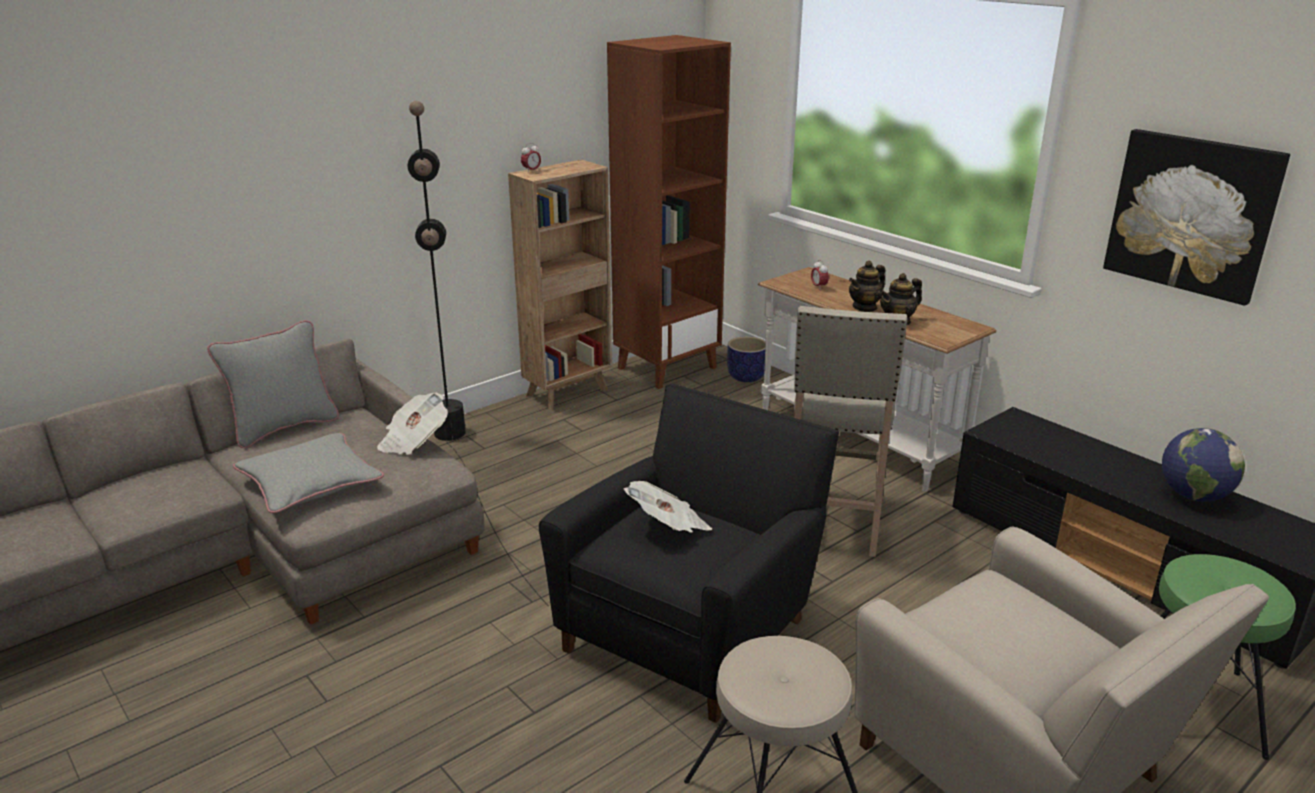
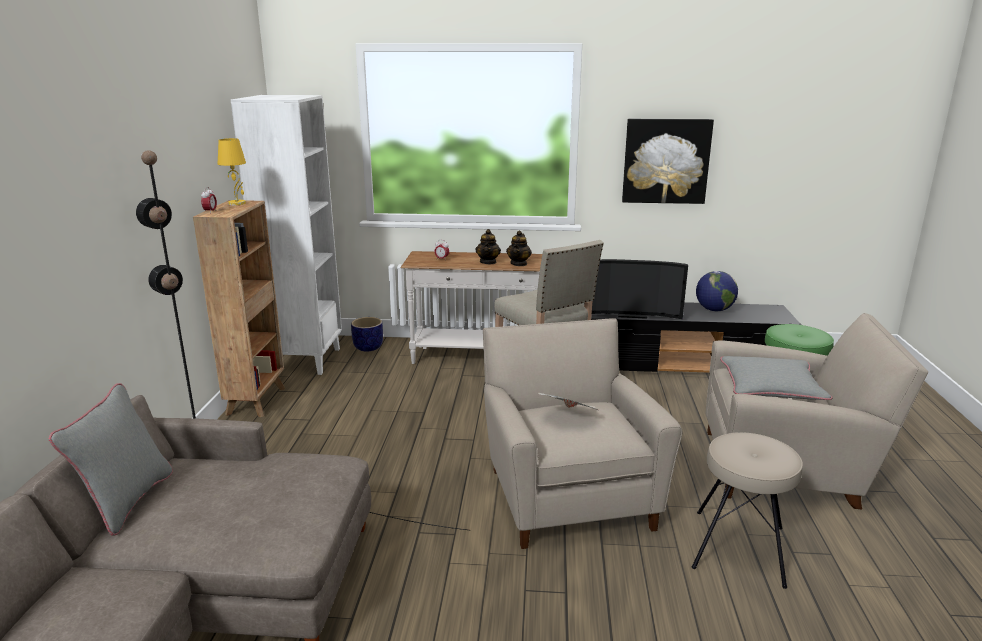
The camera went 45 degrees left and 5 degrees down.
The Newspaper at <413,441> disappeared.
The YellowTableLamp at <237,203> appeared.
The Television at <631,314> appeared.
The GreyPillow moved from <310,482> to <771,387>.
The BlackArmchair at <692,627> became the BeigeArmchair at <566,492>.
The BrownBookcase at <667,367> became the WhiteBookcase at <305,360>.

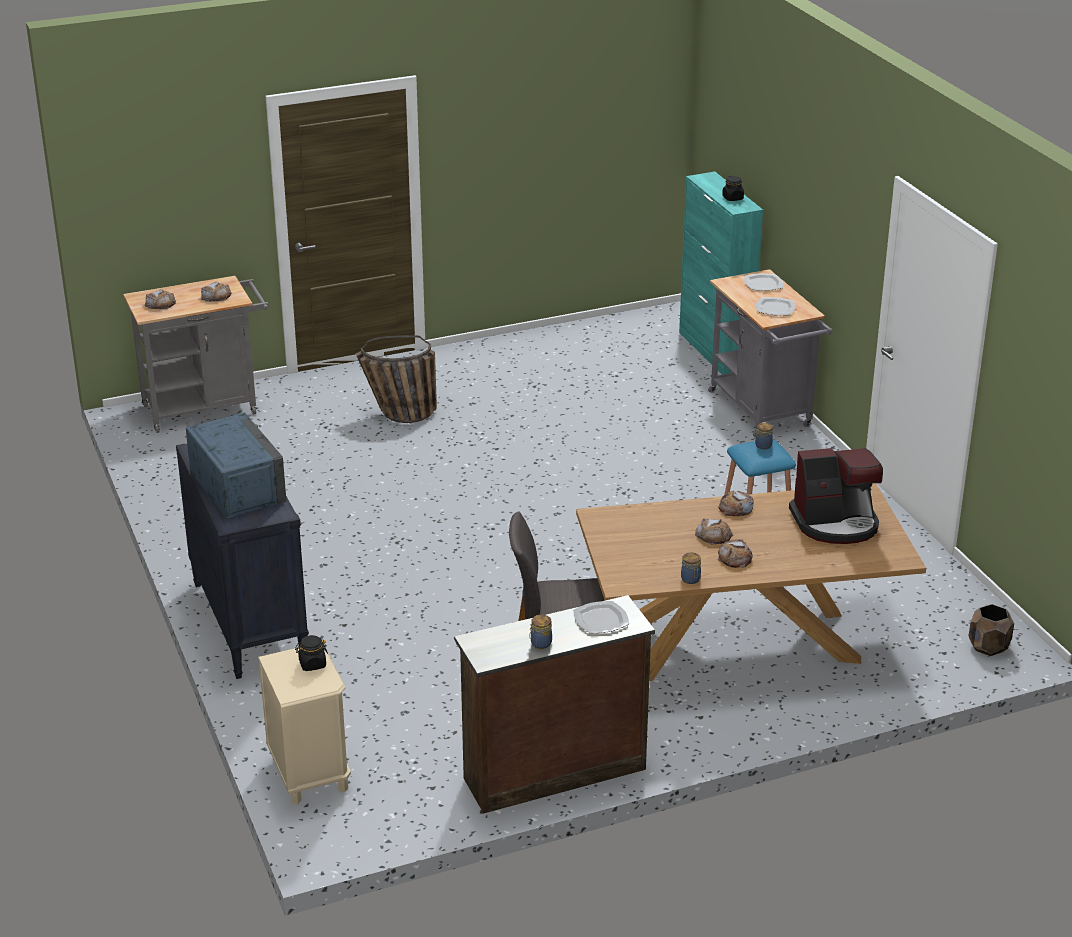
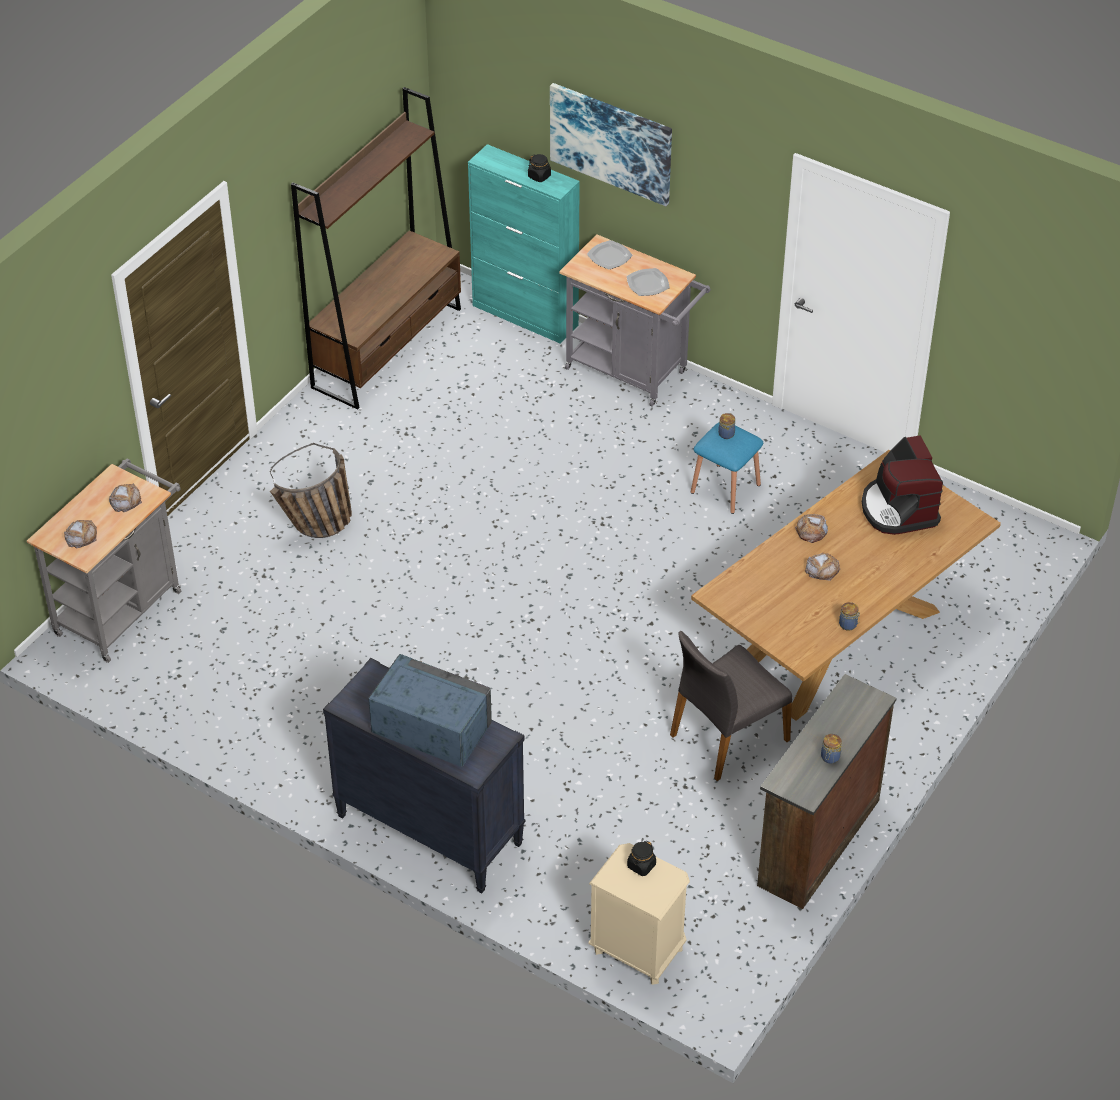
The camera went 35 degrees left and 15 degrees up.
The Plate at <601,619> disappeared.
The Bread at <735,558> disappeared.
The BrownPlanter at <988,647> disappeared.
The BrownBookcase at <387,347> appeared.
The Picture at <611,142> appeared.
The CoffeeMachine at <836,523> turned 120 degrees clockwise.

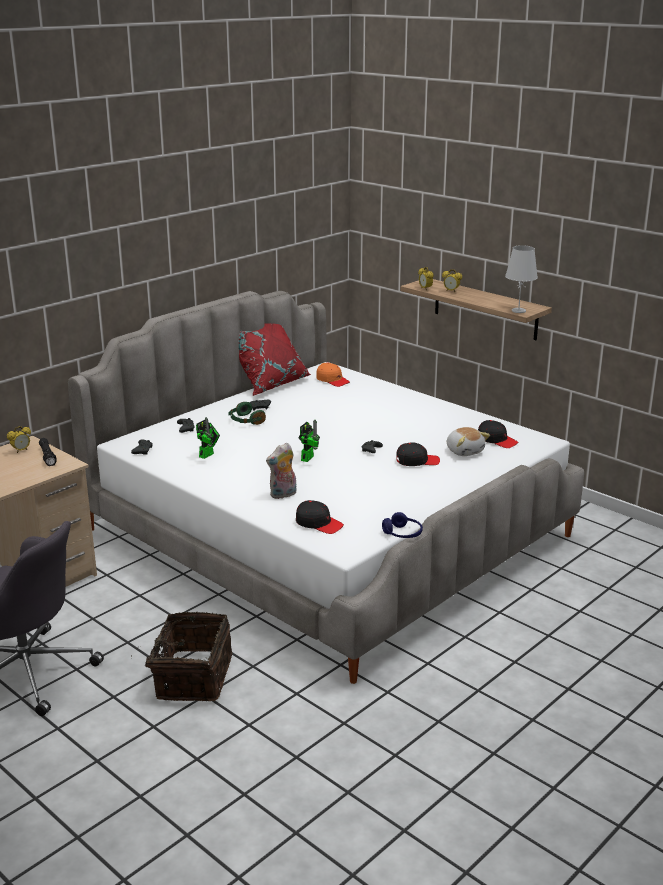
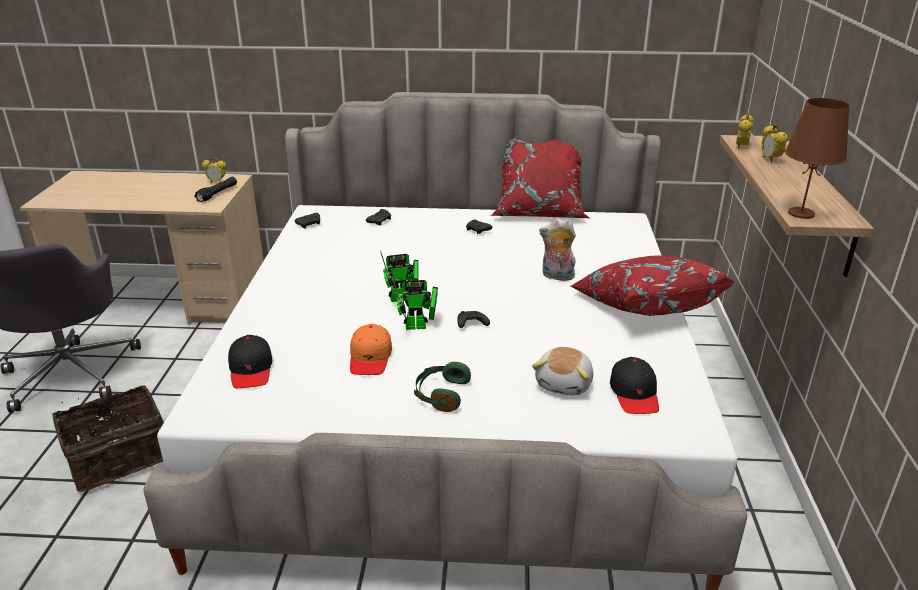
The camera went 50 degrees right and 5 degrees up.
The BlueHeadphones at <402,534> disappeared.
The BlackCap at <417,461> disappeared.
The RedPillow at <644,307> appeared.
The ToyRobot moved from <208,454> to <419,326>.
The GreenHeadphones moved from <245,421> to <441,394>.
The PlushToy moved from <283,495> to <556,276>.
The OrangeCap moved from <332,380> to <370,358>.
The WhiteTableLamp at <518,310> became the BrownTableLamp at <801,213>.

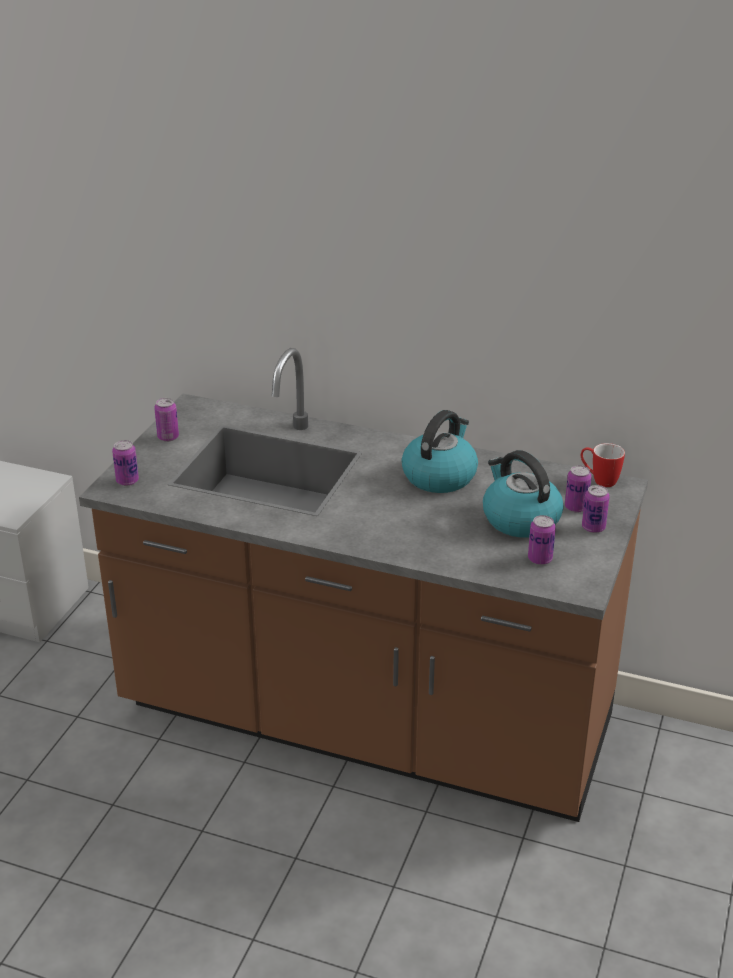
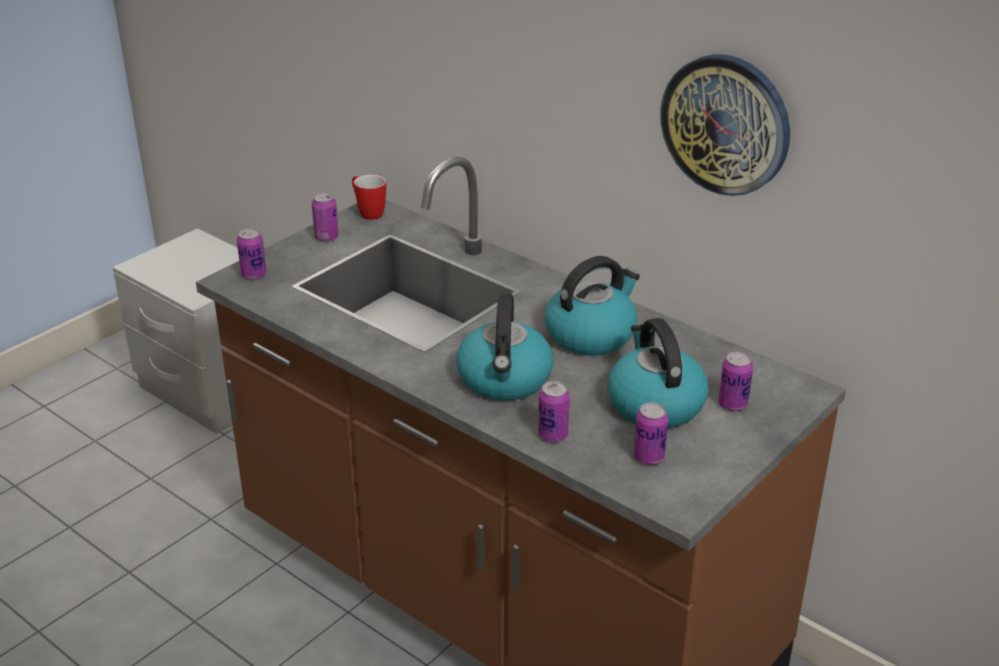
The camera went 20 degrees right and 0 degrees up.
The Kettle at <505,380> appeared.
The WallClock at <726,124> appeared.
The Mug moved from <599,480> to <368,212>.
The Can moved from <593,528> to <553,435>.

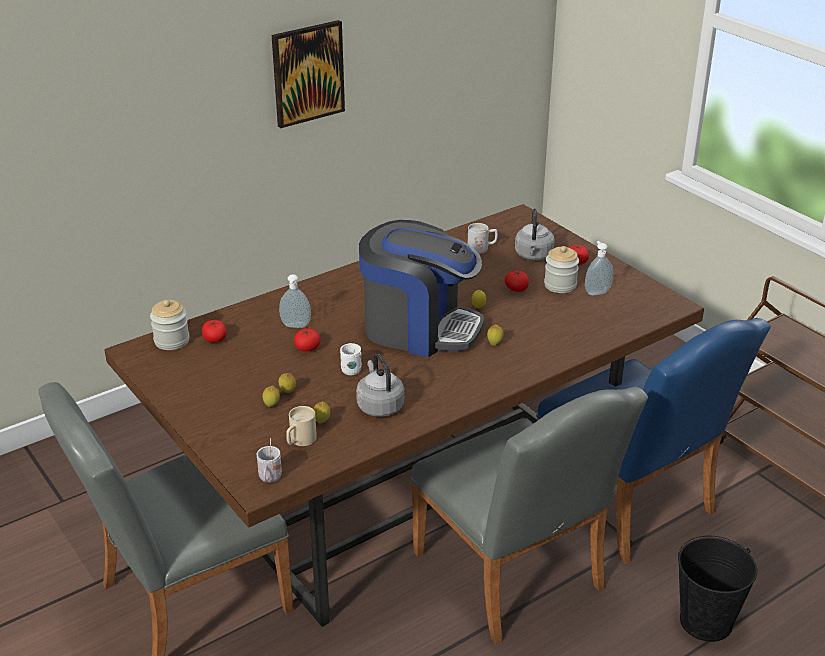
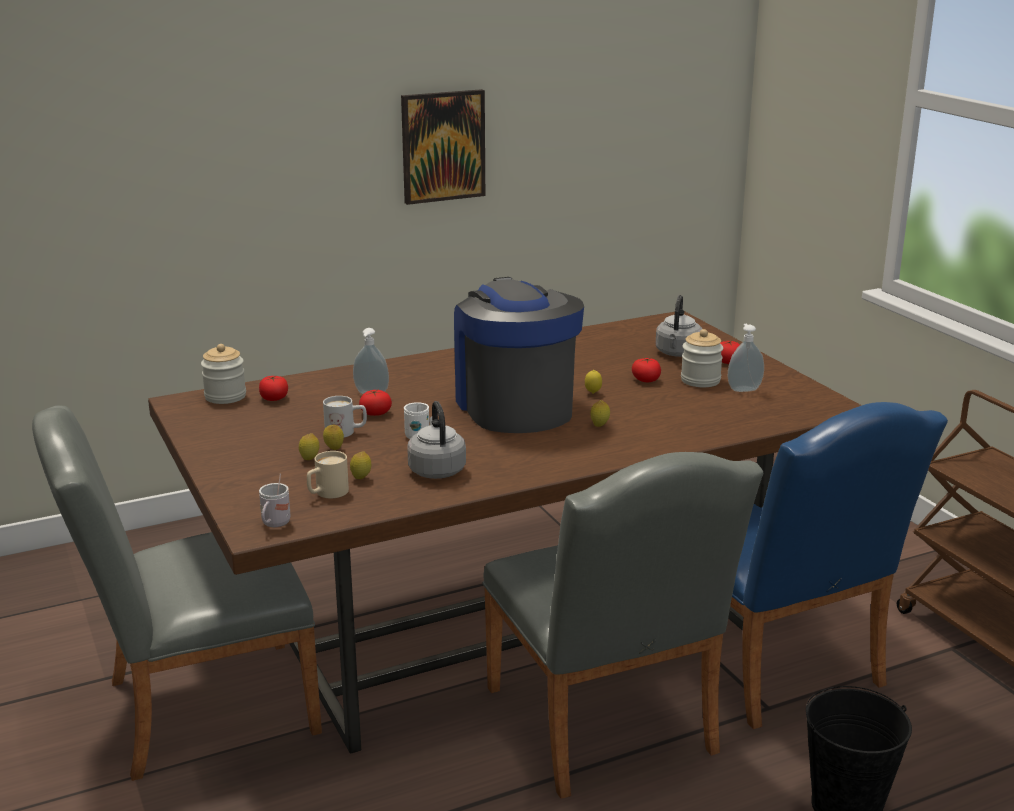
The camera went 10 degrees right and 10 degrees down.
The WhiteMug moved from <482,248> to <346,432>.
The CoffeeMachine at <419,328> turned 135 degrees counterclockwise.

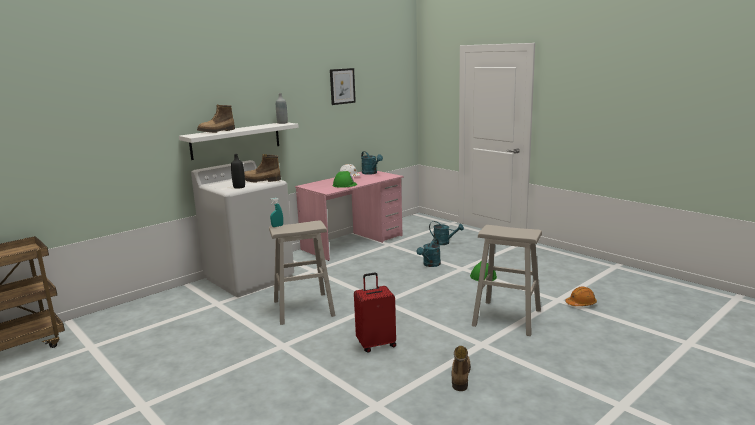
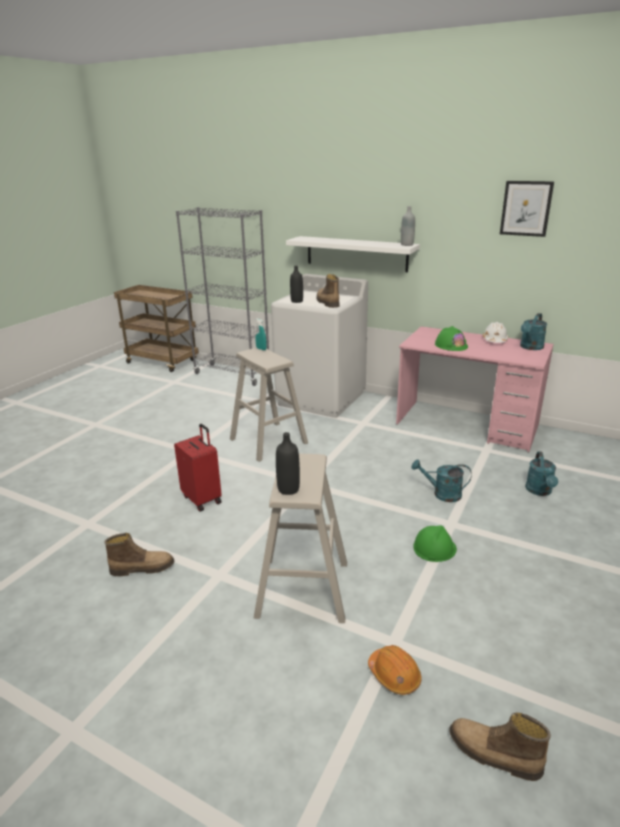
The camera went 70 degrees right and 10 degrees up.
The GreyBookcase at <232,375> appeared.
The BlackBottle at <288,489> appeared.
The Boot moved from <217,131> to <494,755>.

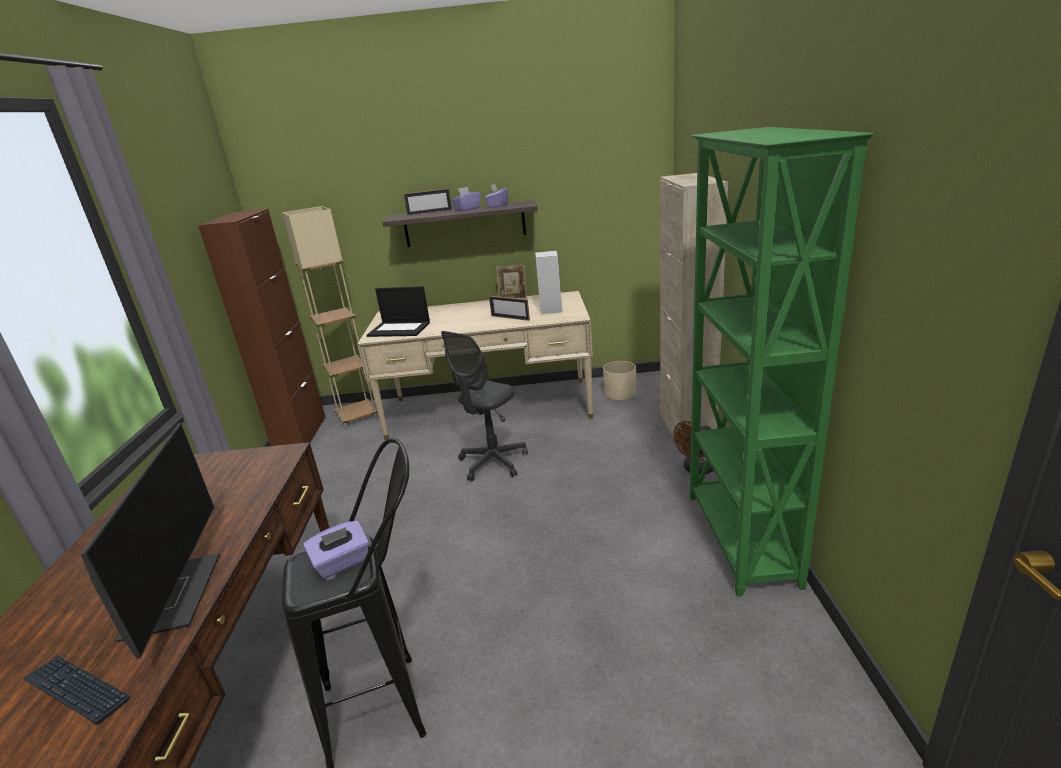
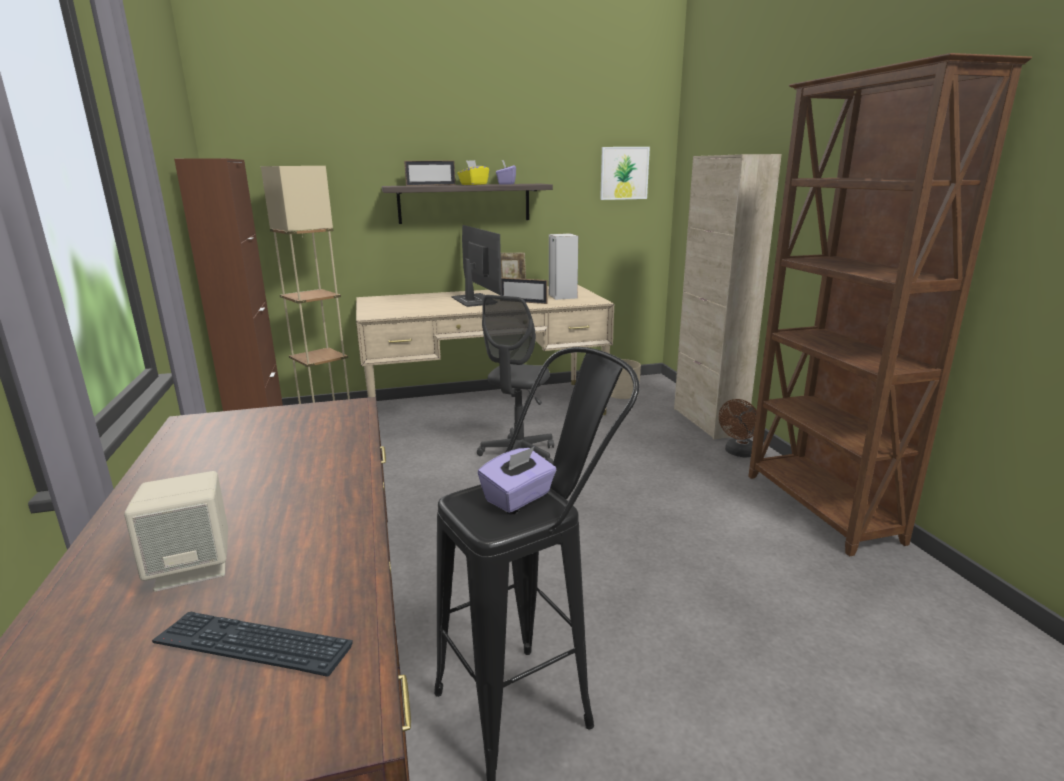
The camera went 15 degrees left and 5 degrees down.
The Laptop at <400,329> disappeared.
The BeigeSpeaker at <193,567> appeared.
The Picture at <624,173> appeared.
The Monitor moved from <173,595> to <473,301>.
The PurpleTissueBox at <467,209> became the YellowTissueBox at <473,184>.
The GreenBookcase at <739,539> became the BrownBookcase at <820,508>.

